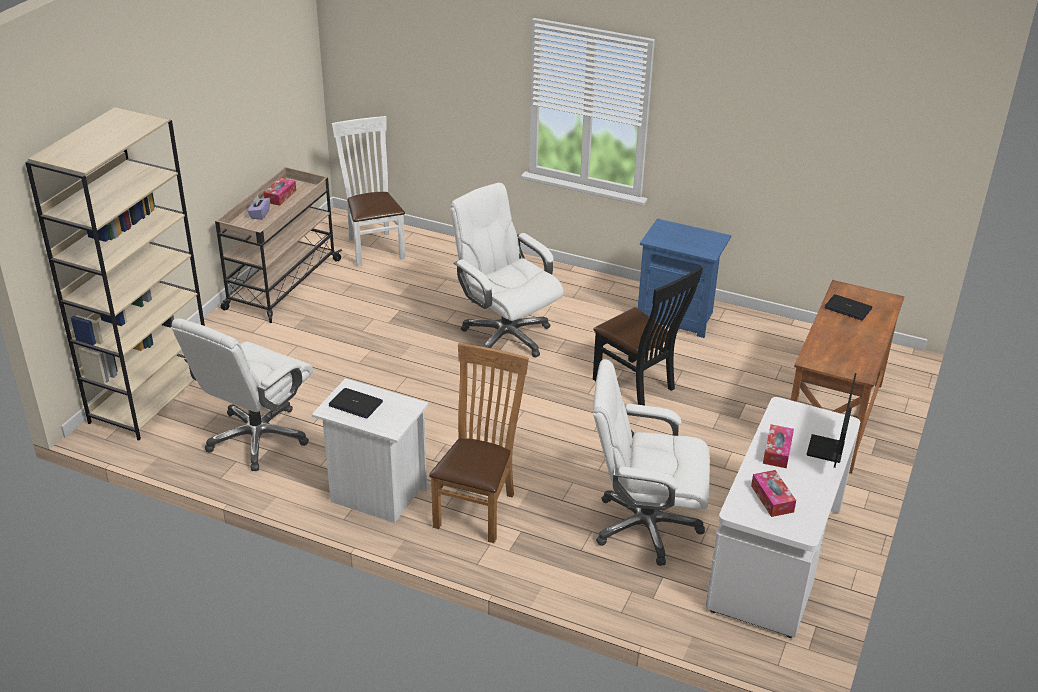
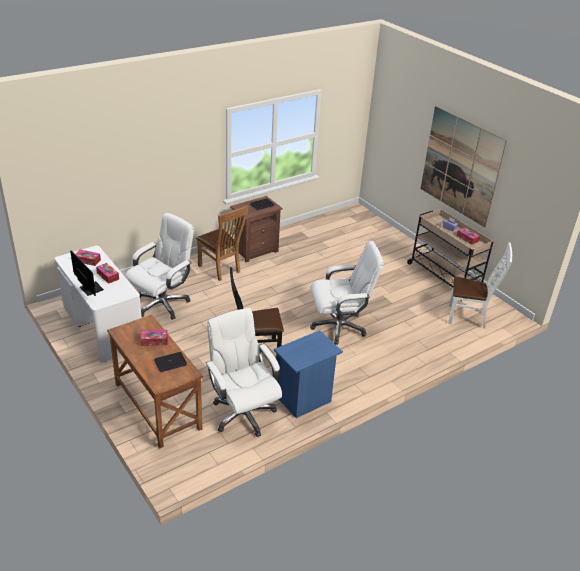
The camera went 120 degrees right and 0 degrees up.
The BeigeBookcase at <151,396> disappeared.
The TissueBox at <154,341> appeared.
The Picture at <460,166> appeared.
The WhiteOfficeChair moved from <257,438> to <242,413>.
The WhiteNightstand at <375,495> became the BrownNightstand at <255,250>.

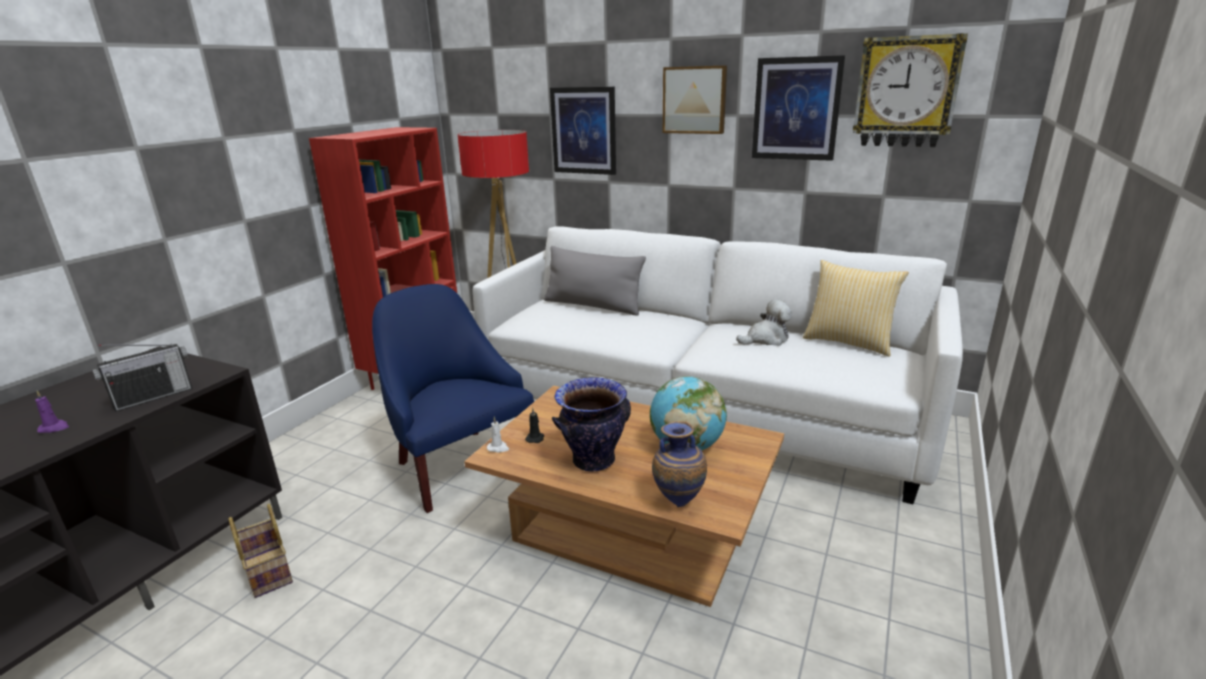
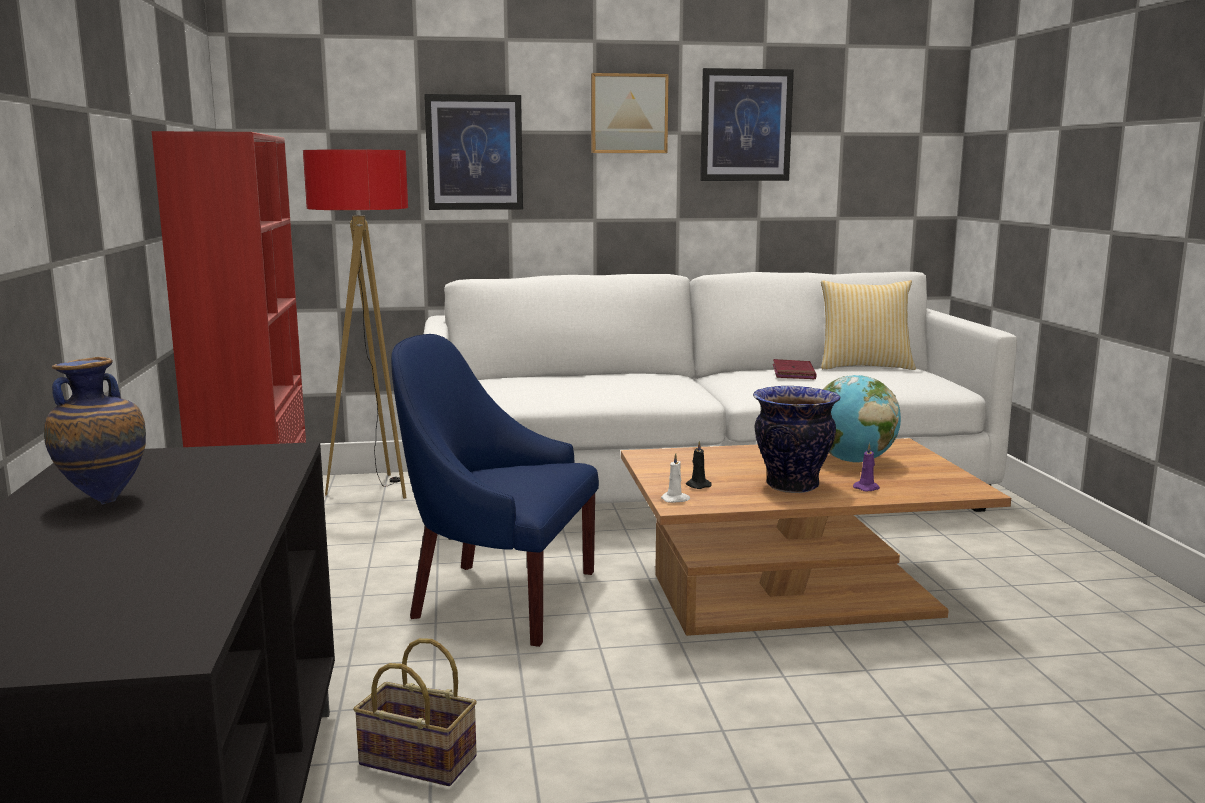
The camera went 35 degrees left and 10 degrees down.
The Radio at <153,397> disappeared.
The GreyPillow at <593,306> disappeared.
The WallClock at <906,92> disappeared.
The PurpleCandle moved from <54,428> to <867,488>.
The Vase moved from <678,502> to <104,500>.
The PlushToy at <766,339> was replaced by the RedBook at <793,373>.

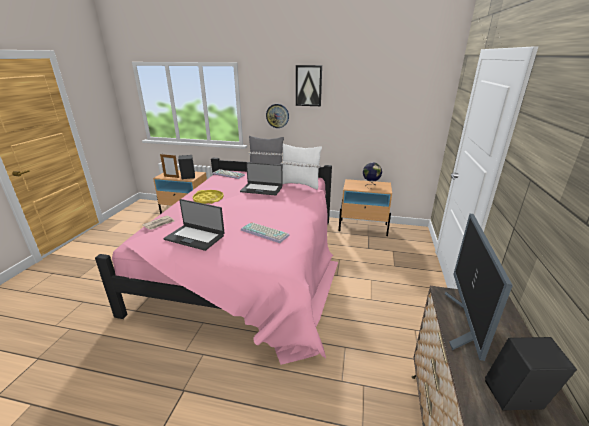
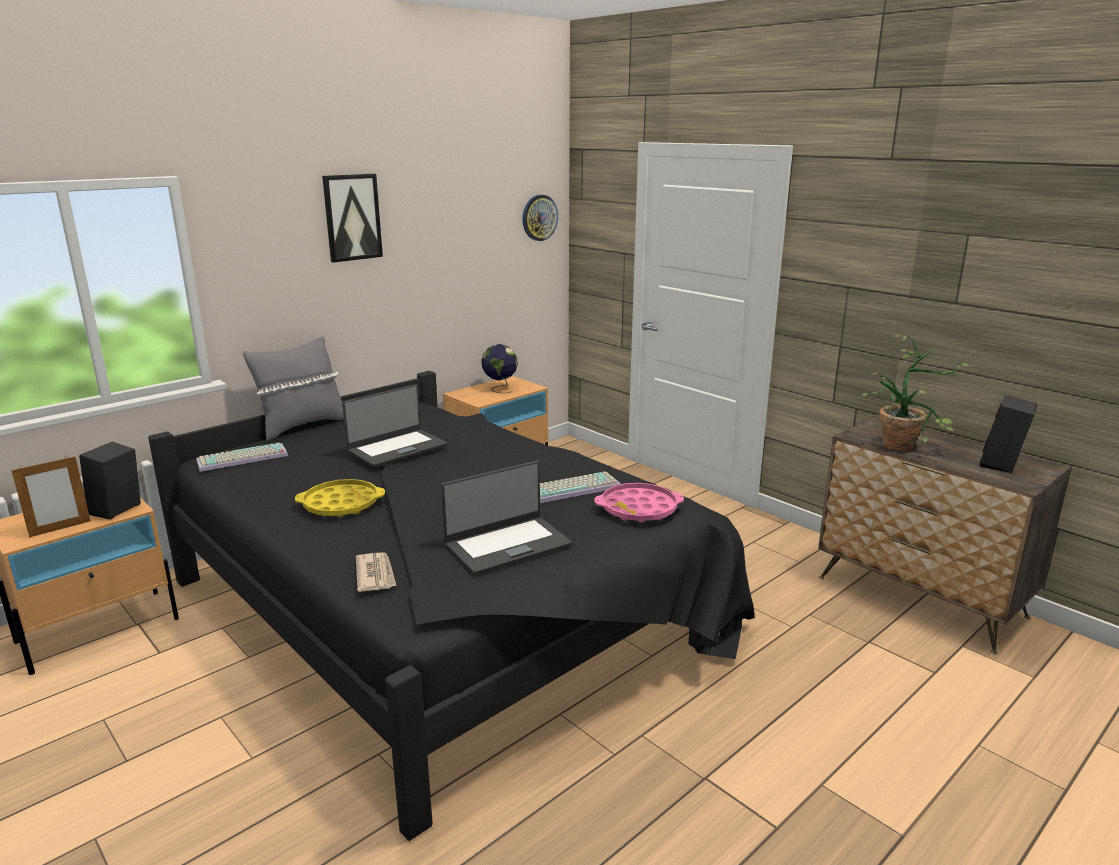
The camera went 55 degrees left and 5 degrees down.
The WhitePillow at <299,184> disappeared.
The PinkTray at <639,509> appeared.
The WallClock moved from <277,116> to <539,217>.
The Monitor at <467,324> was replaced by the PottedPlant at <905,445>.
The PinkBed at <250,263> became the BlackBed at <448,609>.

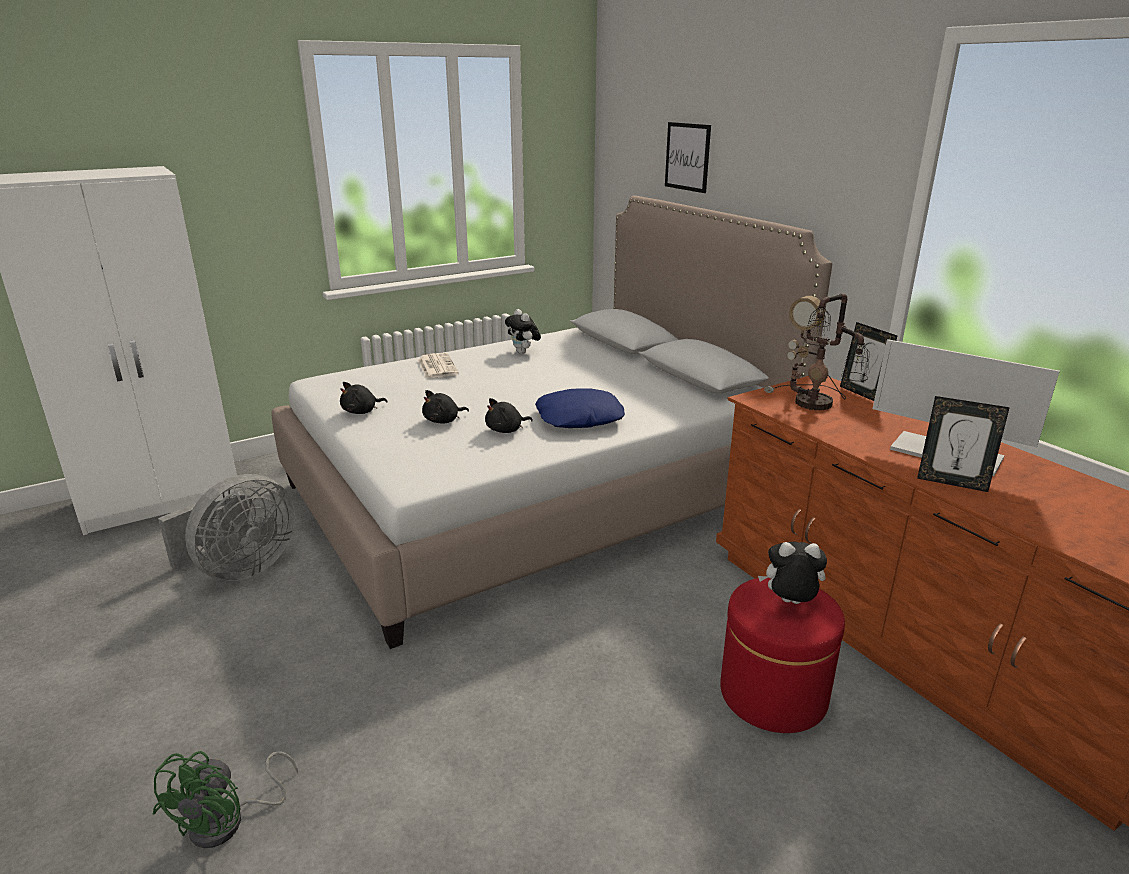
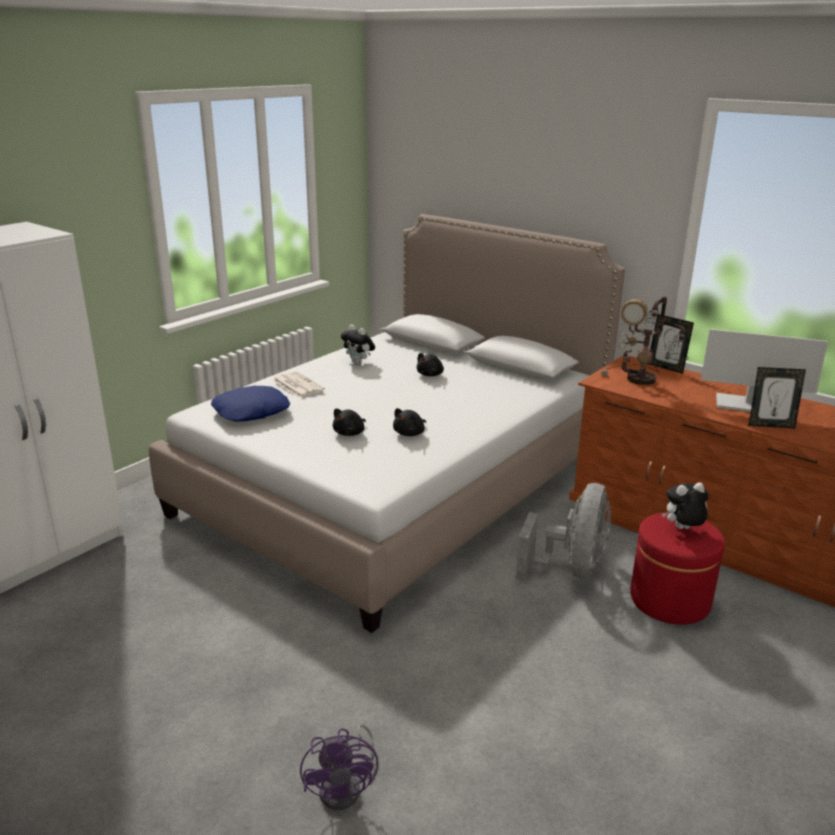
The camera went 20 degrees left and 0 degrees up.
The Picture at <687,157> disappeared.
The GreyFan moved from <240,569> to <571,569>.
The BlackPlushToy moved from <362,411> to <431,374>.
The BluePillow moved from <579,418> to <251,411>.
The GreenFan at <229,822> became the PurpleFan at <347,787>.

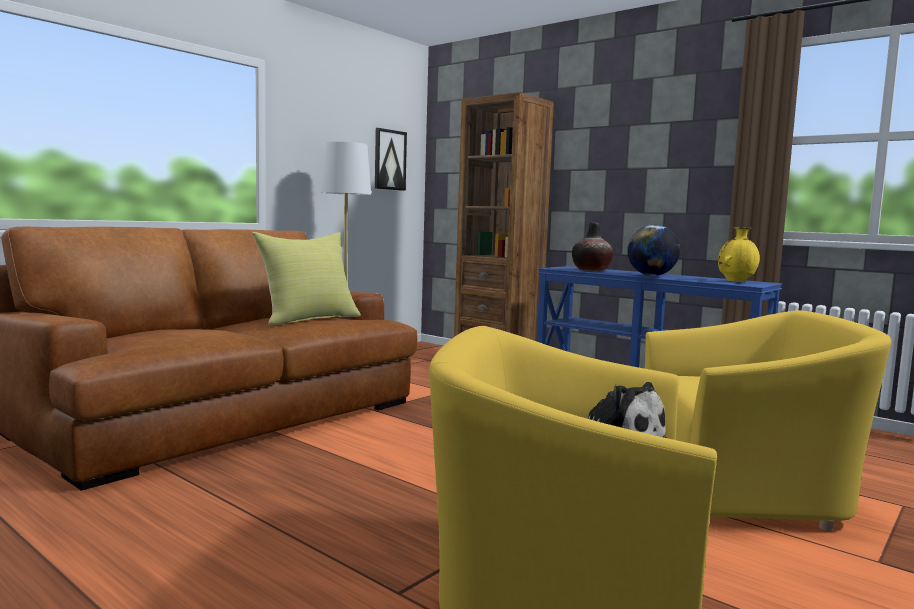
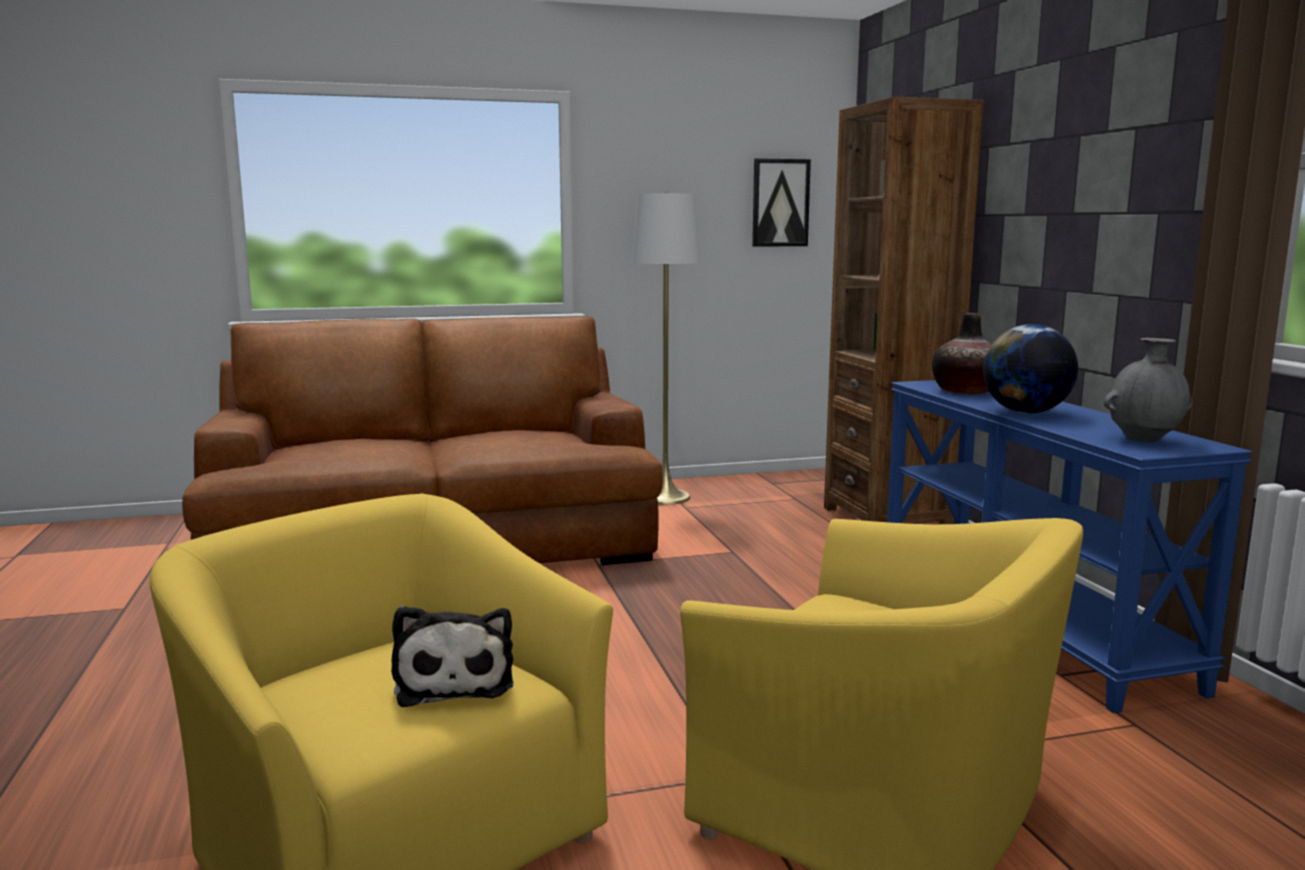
The camera went 35 degrees right and 5 degrees up.
The YellowPillow at <309,319> disappeared.
The YellowVase at <736,282> became the GreyVase at <1144,440>.

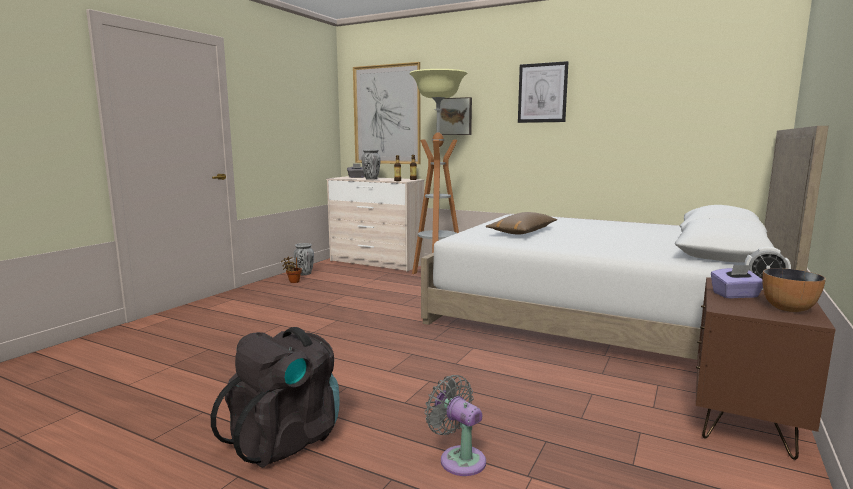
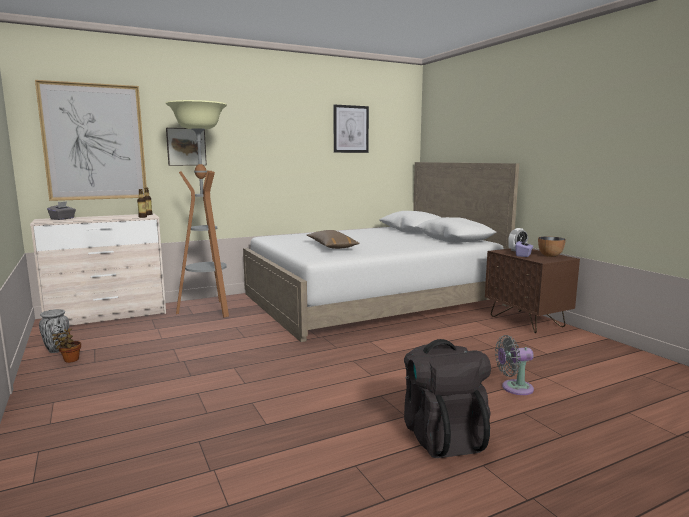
The camera went 55 degrees left and 0 degrees up.
The Vase at <371,179> disappeared.
The Picture moved from <542,93> to <350,129>.

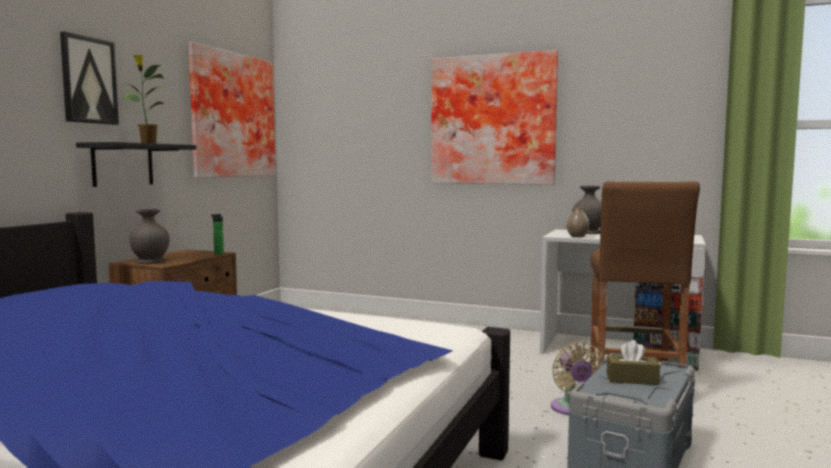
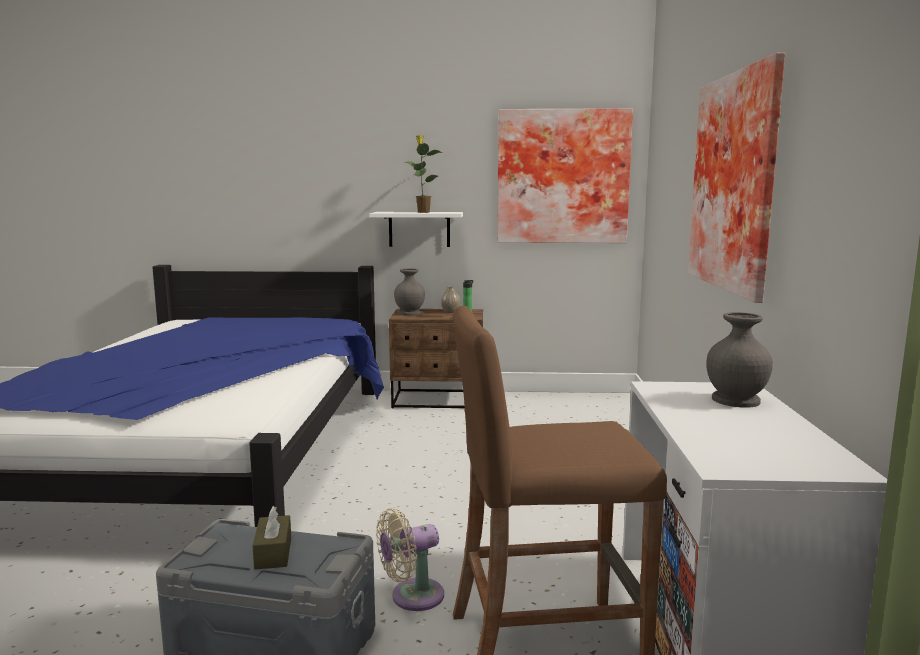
The camera went 70 degrees right and 5 degrees up.
The Picture at <88,80> disappeared.
The Vase moved from <577,236> to <450,312>.
The BlackShelf at <122,164> became the WhiteShelf at <419,229>.

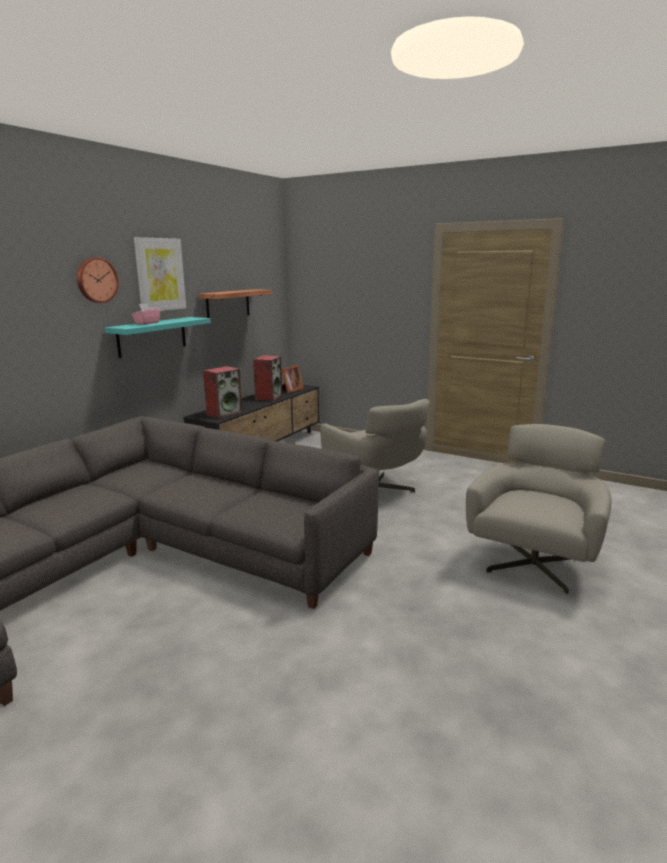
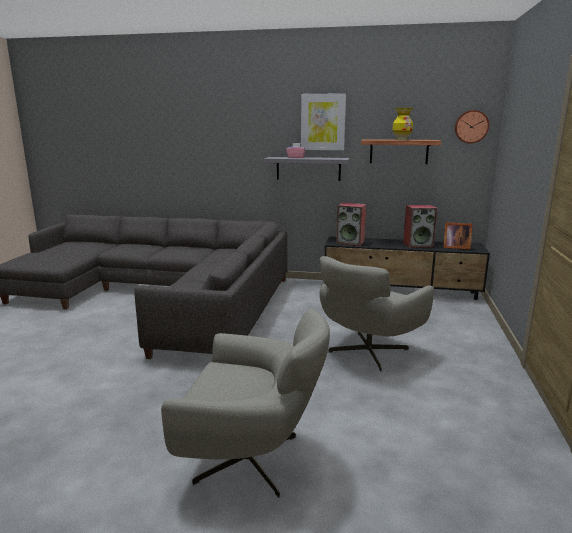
The camera went 70 degrees right and 0 degrees up.
The Vase at <401,139> appeared.
The WallClock moved from <96,280> to <471,126>.
The TurquoiseShelf at <152,336> became the GreyShelf at <308,168>.

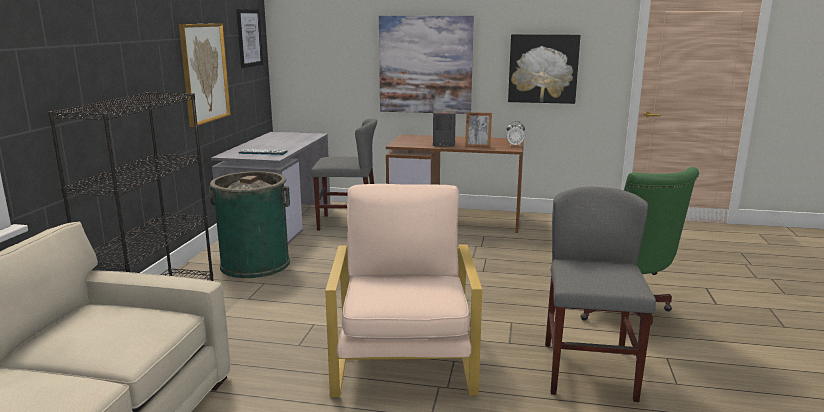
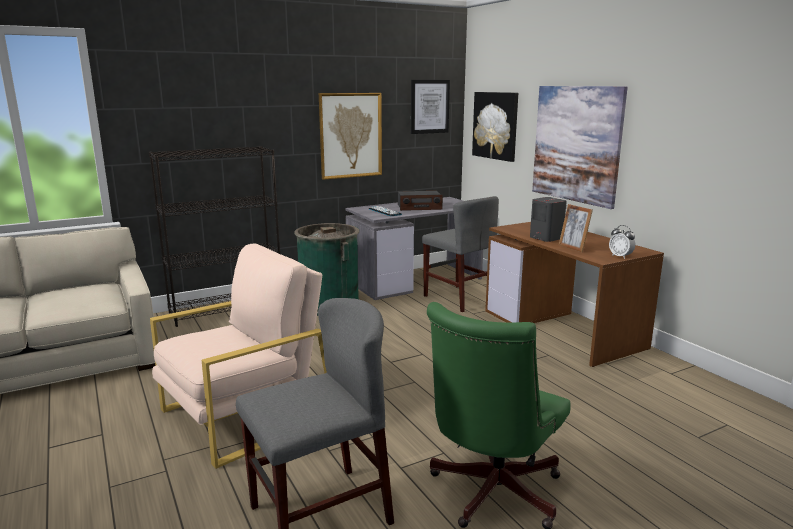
The camera went 50 degrees right and 0 degrees up.
The Radio at <419,207> appeared.
The Picture moved from <543,68> to <495,125>.

